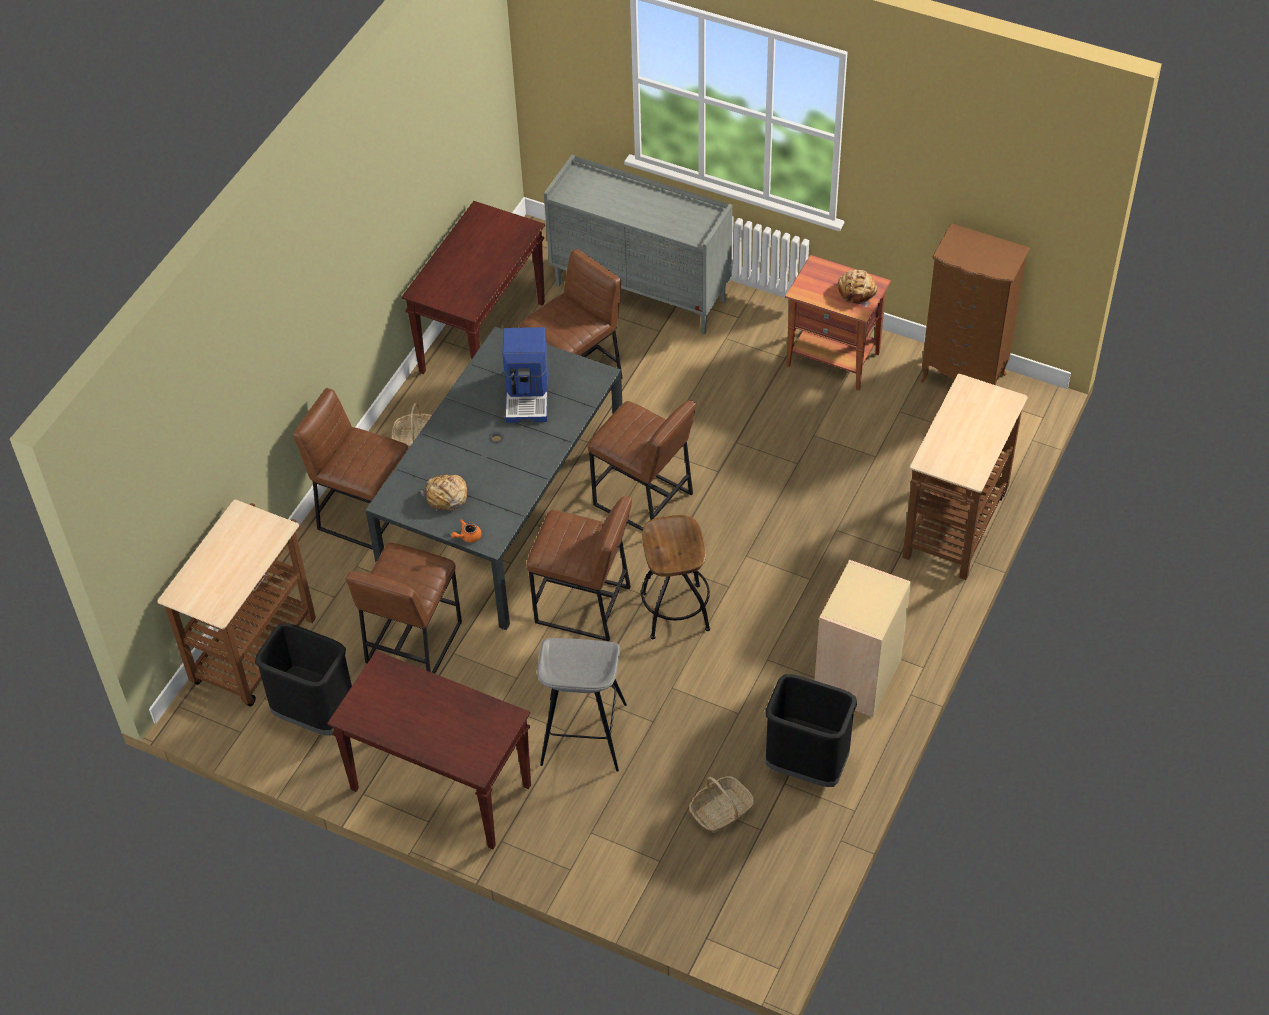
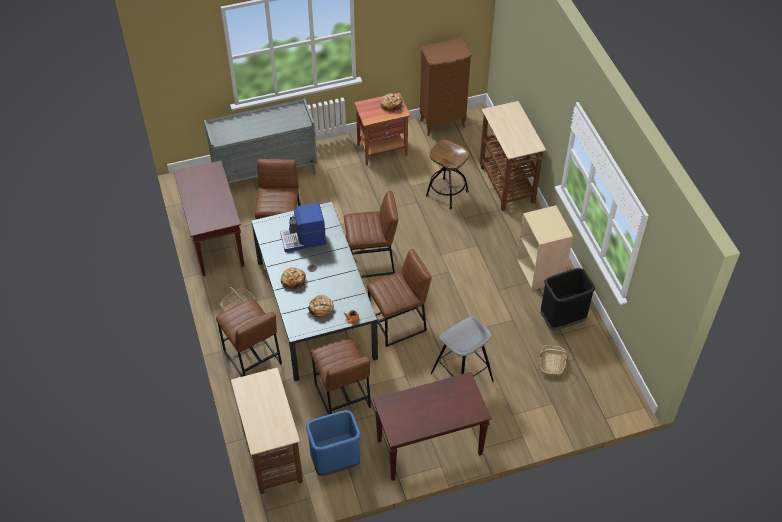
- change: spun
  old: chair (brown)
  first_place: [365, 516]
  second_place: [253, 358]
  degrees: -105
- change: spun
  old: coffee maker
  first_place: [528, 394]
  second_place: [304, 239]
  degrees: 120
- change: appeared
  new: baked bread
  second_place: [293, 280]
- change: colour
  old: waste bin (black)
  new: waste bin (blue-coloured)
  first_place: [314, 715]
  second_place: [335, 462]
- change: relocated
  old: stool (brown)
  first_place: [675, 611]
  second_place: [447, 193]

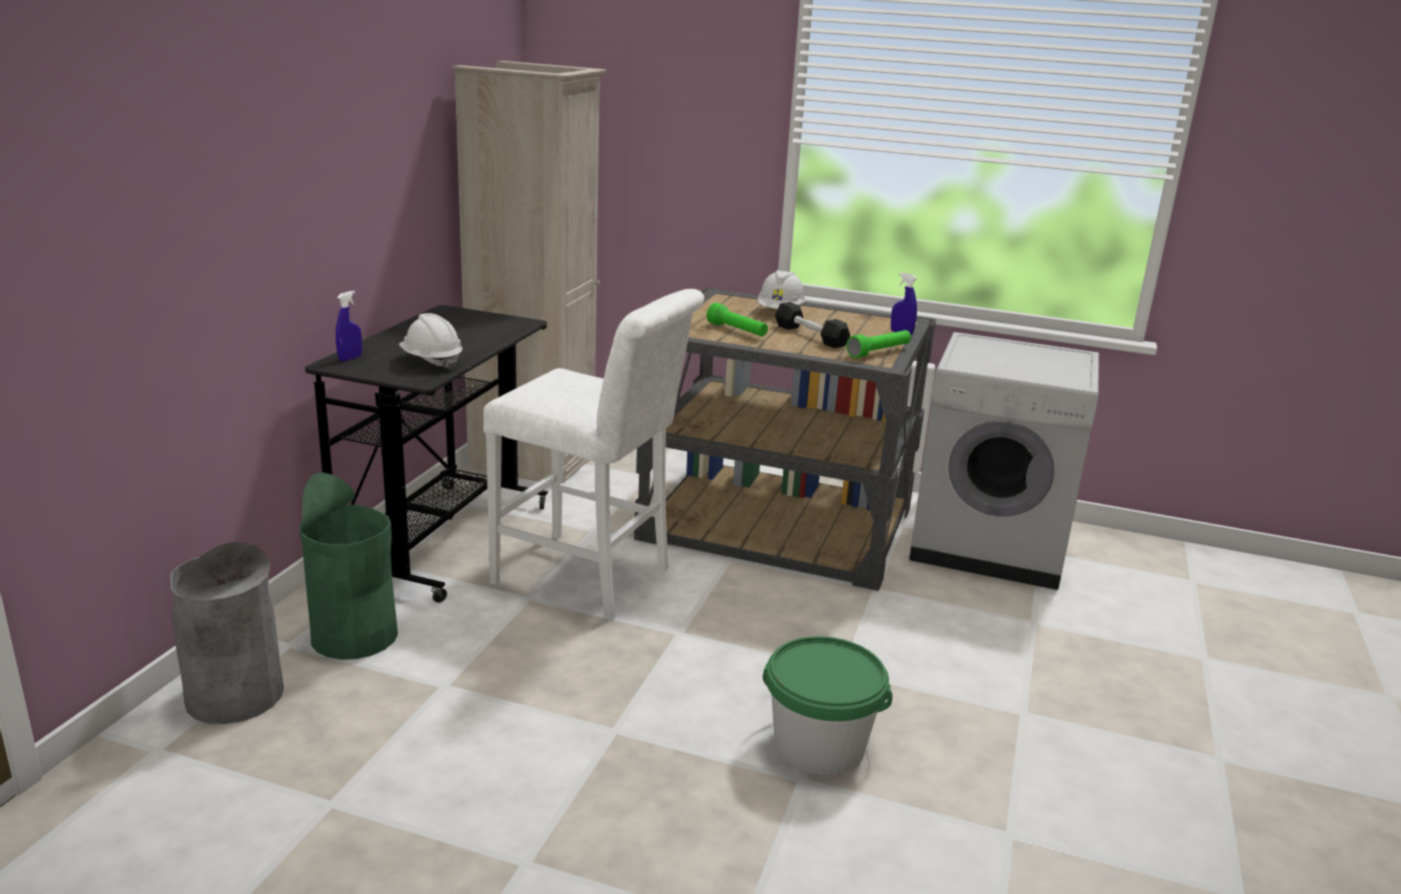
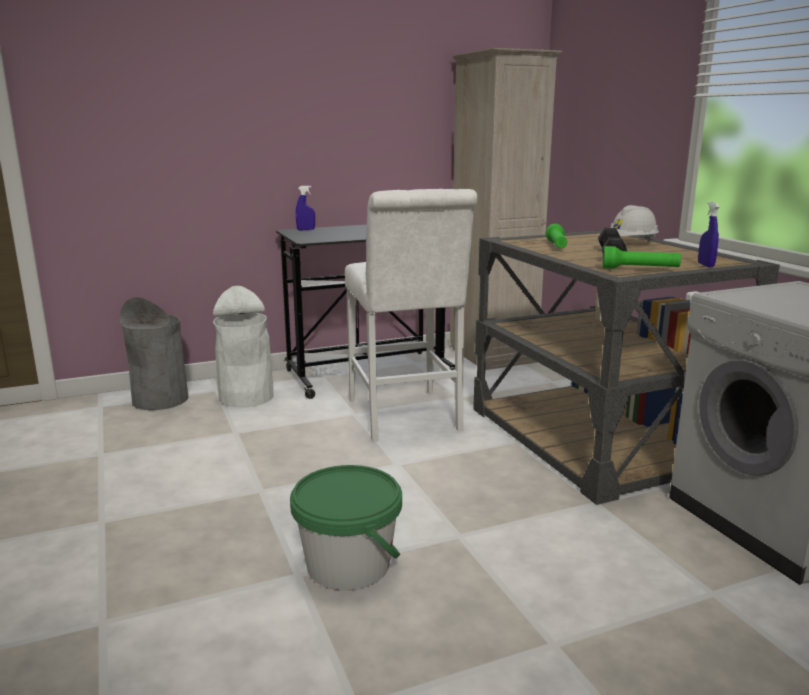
- change: colour
  old: waste bin (greenish)
  new: waste bin (white-coloured)
  first_place: [354, 636]
  second_place: [246, 397]
- change: missing
  old: work helmet (white-coloured)
  first_place: [431, 361]

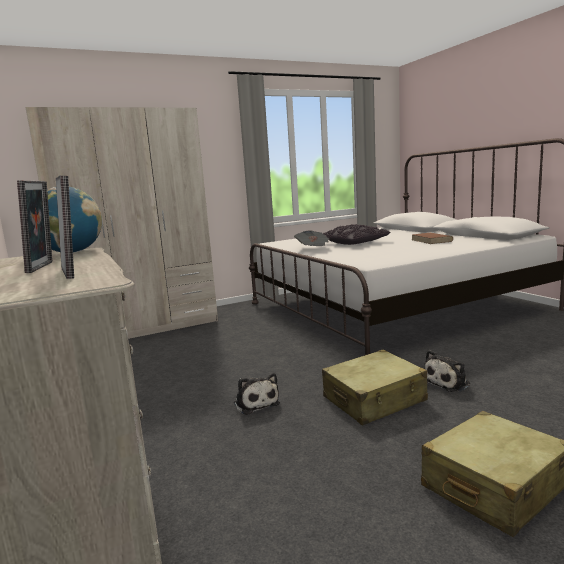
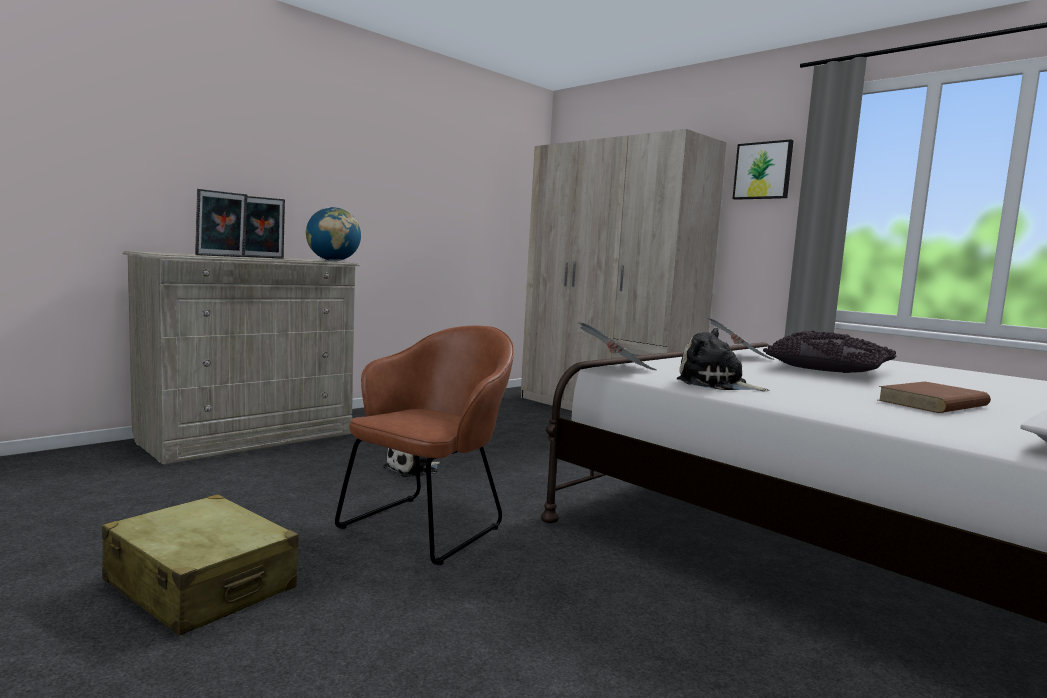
- change: exchanged
  old: piece of luggage (sand-coloured)
  new: lounge chair (brown)
  first_place: [374, 399]
  second_place: [429, 525]
- change: appeared
  new: newspaper
  second_place: [615, 368]
- change: relocated
  old: cuddly toy
  first_place: [448, 382]
  second_place: [716, 384]
- change: appeared
  new: wall art
  second_place: [763, 171]

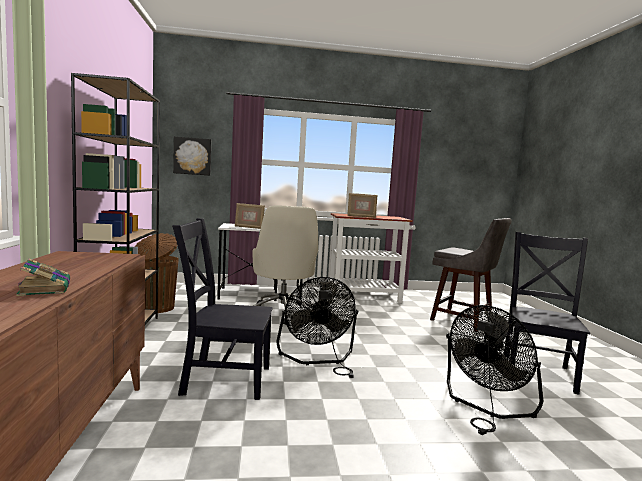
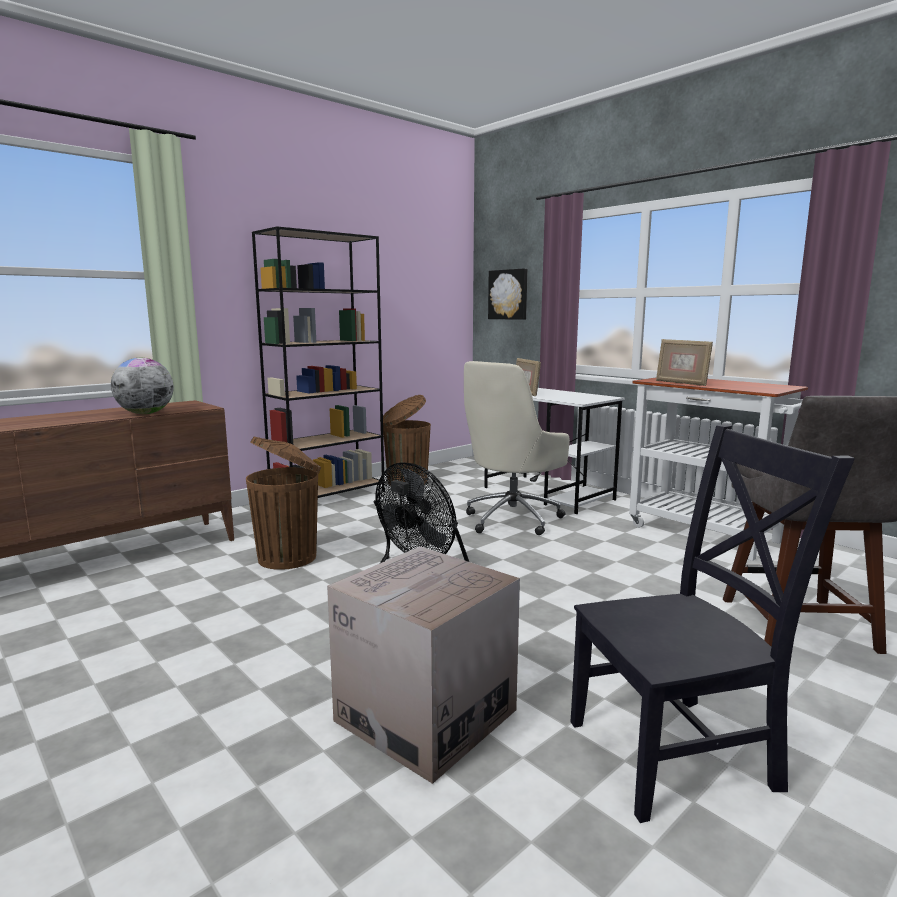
- change: appeared
  new: desk globe
  second_place: [145, 413]
- change: exchanged
  old: chair (black)
  new: waste bin (brown)
  first_place: [222, 379]
  second_place: [289, 557]
- change: exchanged
  old: electric fan (black)
  new: packing box
  first_place: [483, 406]
  second_place: [425, 715]
- change: missing
  old: book
  first_place: [45, 288]

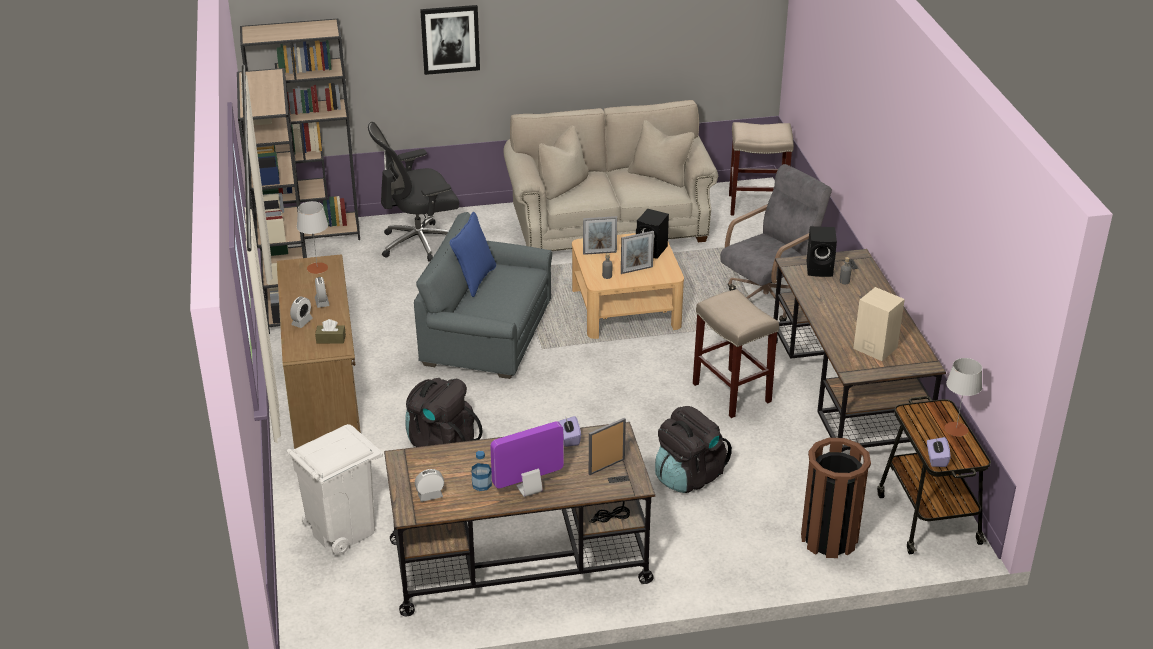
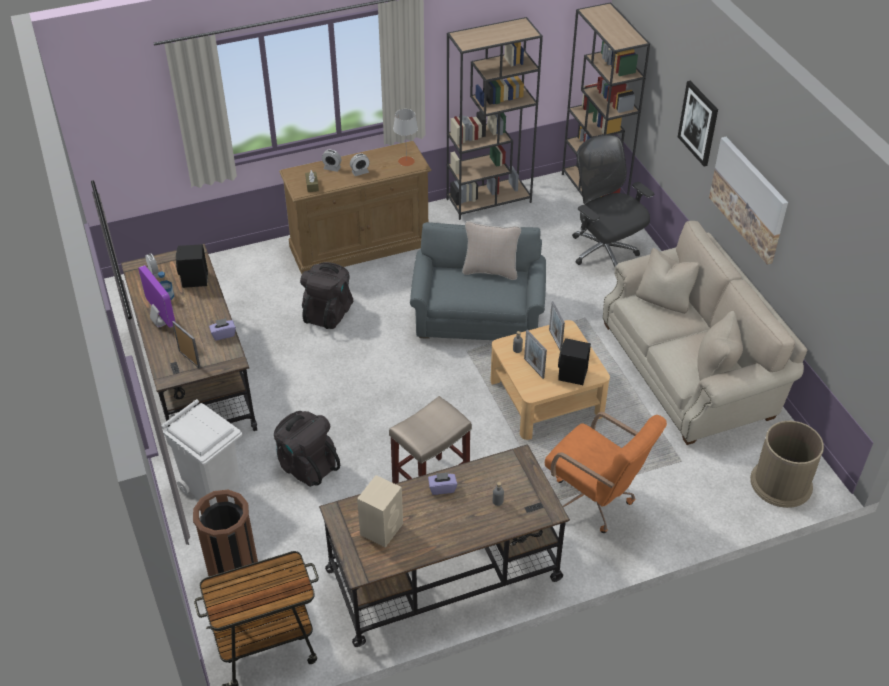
- change: relocated
  old: waste bin (white-coloured)
  first_place: [342, 529]
  second_place: [213, 485]
- change: relocated
  old: audio speaker (black)
  first_place: [820, 269]
  second_place: [194, 280]
- change: relocated
  old: box of tissues (purplish)
  first_place: [936, 459]
  second_place: [442, 488]
- change: colour
  old: pillow (blue-coloured)
  new: pillow (sand-coloured)
  first_place: [474, 280]
  second_place: [490, 271]
- change: colour
  old: office chair (grey)
  new: office chair (orange)
  first_place: [768, 300]
  second_place: [594, 503]
- change: appeared
  new: wall art
  second_place: [749, 199]
- change: exchanged
  old: stool (sand-coloured)
  new: waste bin (brown)
  first_place: [758, 205]
  second_place: [781, 483]
- change: missing
  old: lamp for a table (grey)
  first_place: [956, 429]

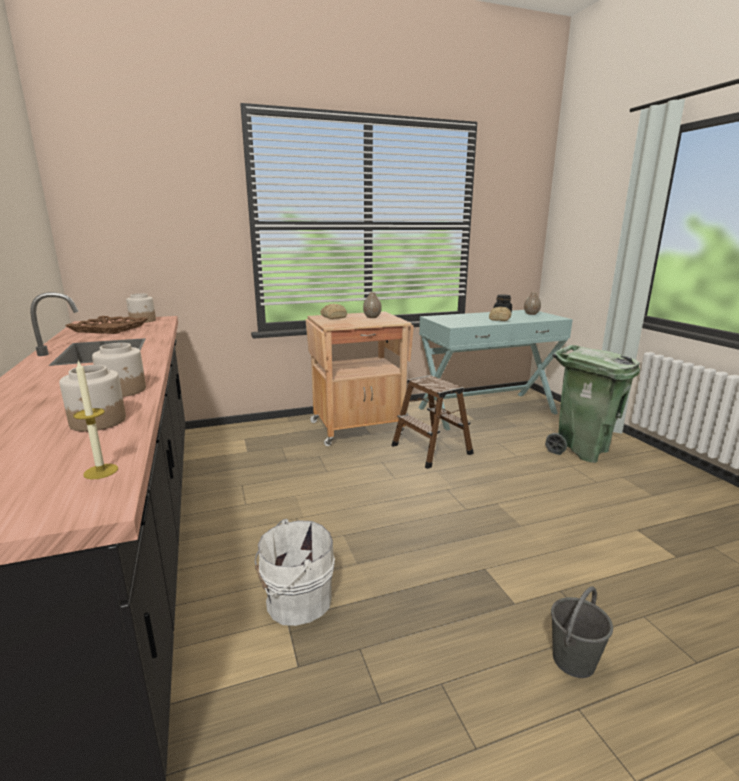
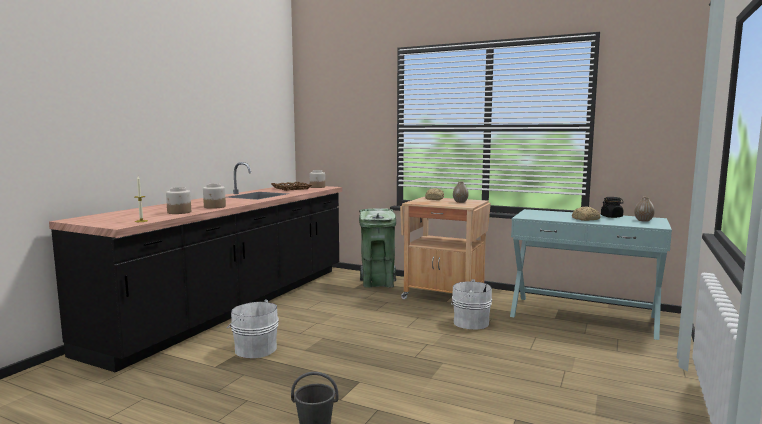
- change: relocated
  old: waste bin (greenish)
  first_place: [581, 450]
  second_place: [378, 283]
- change: exchanged
  old: stepladder (brown)
  new: bucket (white-coloured)
  first_place: [431, 449]
  second_place: [469, 322]

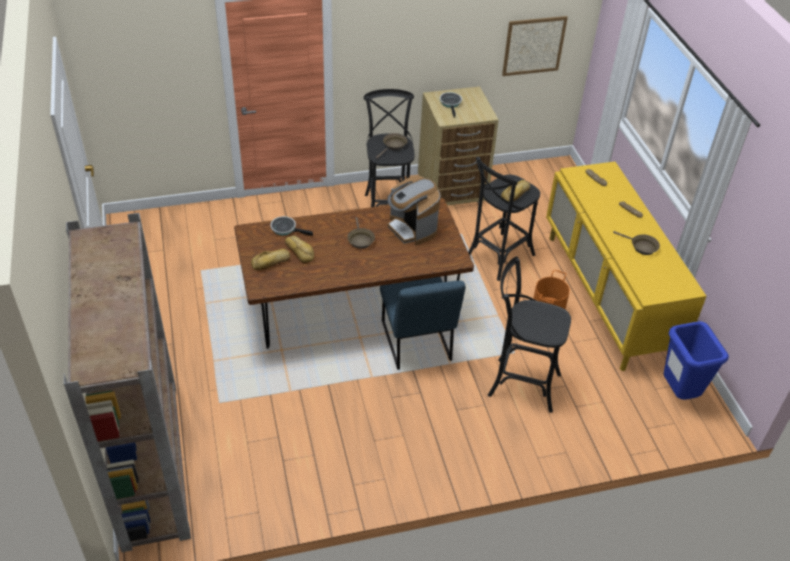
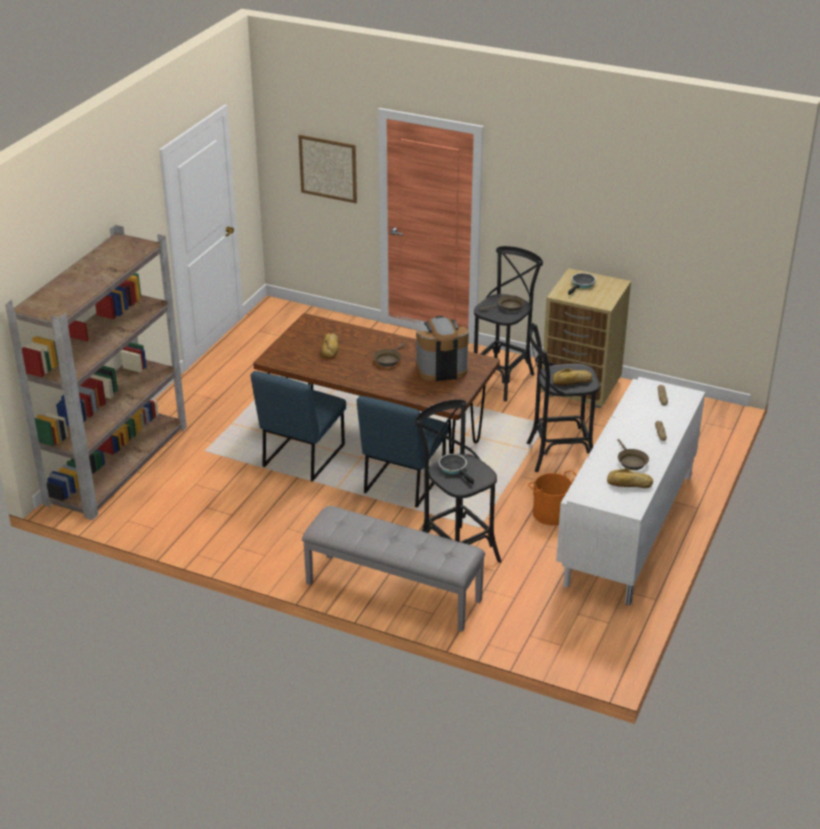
- change: appeared
  new: chair (blue-coloured)
  second_place: [302, 457]
- change: relocated
  old: wall art
  first_place: [534, 45]
  second_place: [328, 167]
- change: appeared
  new: long seat (grey)
  second_place: [392, 592]
- change: spun
  old: coffee maker
  first_place: [411, 228]
  second_place: [441, 369]
  degrees: 75
- change: relocated
  old: skillet
  first_place: [286, 229]
  second_place: [454, 468]
- change: colour
  old: cupboard (yellow-coloured)
  new: cupboard (white-coloured)
  first_place: [606, 296]
  second_place: [626, 528]
- change: relocated
  old: baked bread
  first_place: [271, 262]
  second_place: [629, 484]
- change: missing
  old: waste bin (blue-coloured)
  first_place: [678, 393]

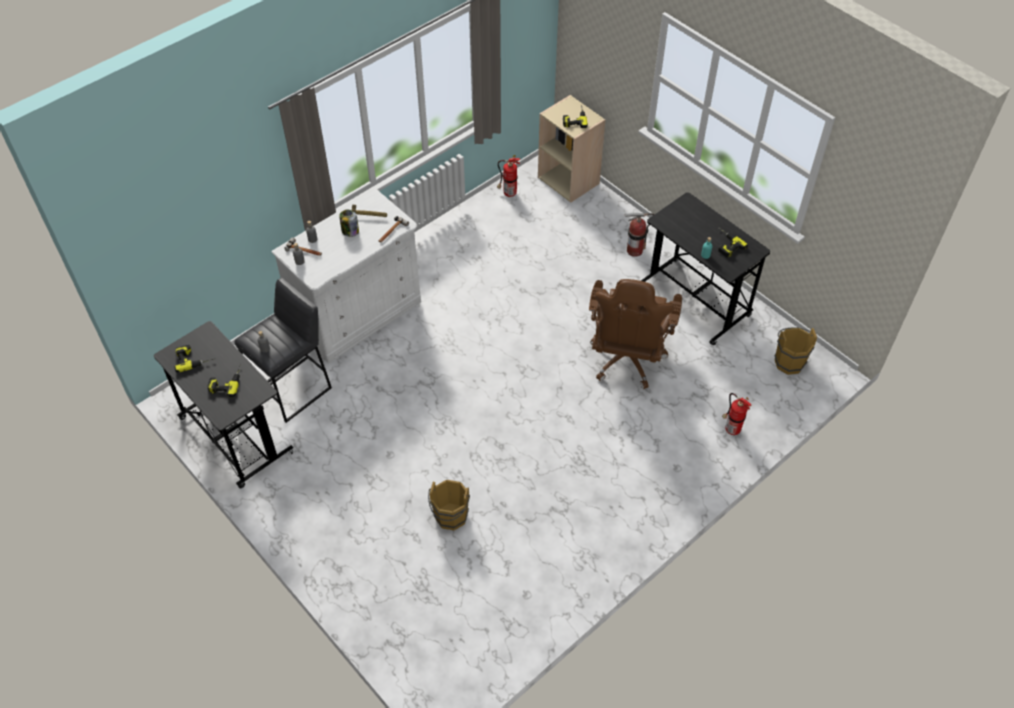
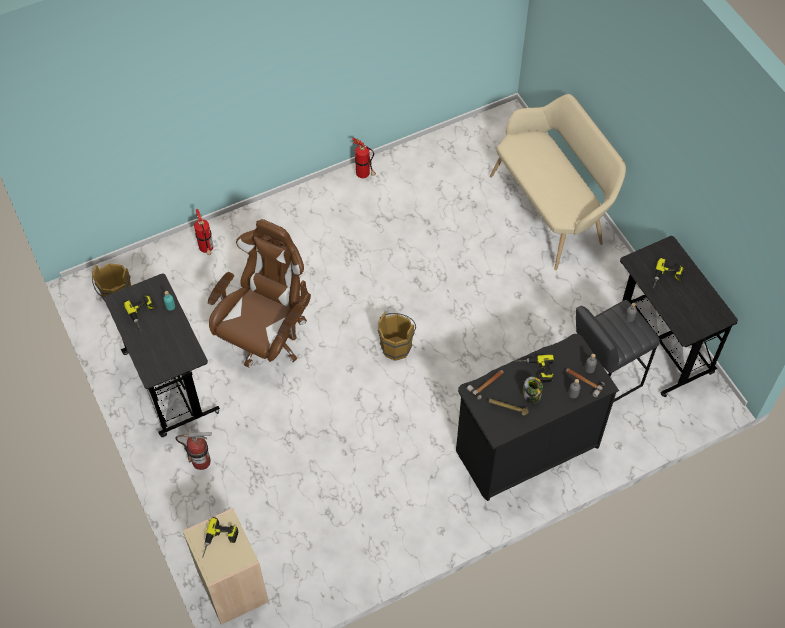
- change: relocated
  old: fire-fighting cylinder
  first_place: [508, 193]
  second_place: [364, 175]
- change: relocated
  old: bucket (brown)
  first_place: [450, 518]
  second_place: [397, 346]
- change: colour
  old: drawer chest (white-coloured)
  new: drawer chest (black)
  first_place: [359, 316]
  second_place: [525, 449]
- change: appeared
  new: long seat (sand-coloured)
  second_place: [551, 209]
- change: relocated
  old: drill
  first_place: [194, 358]
  second_place: [535, 370]

